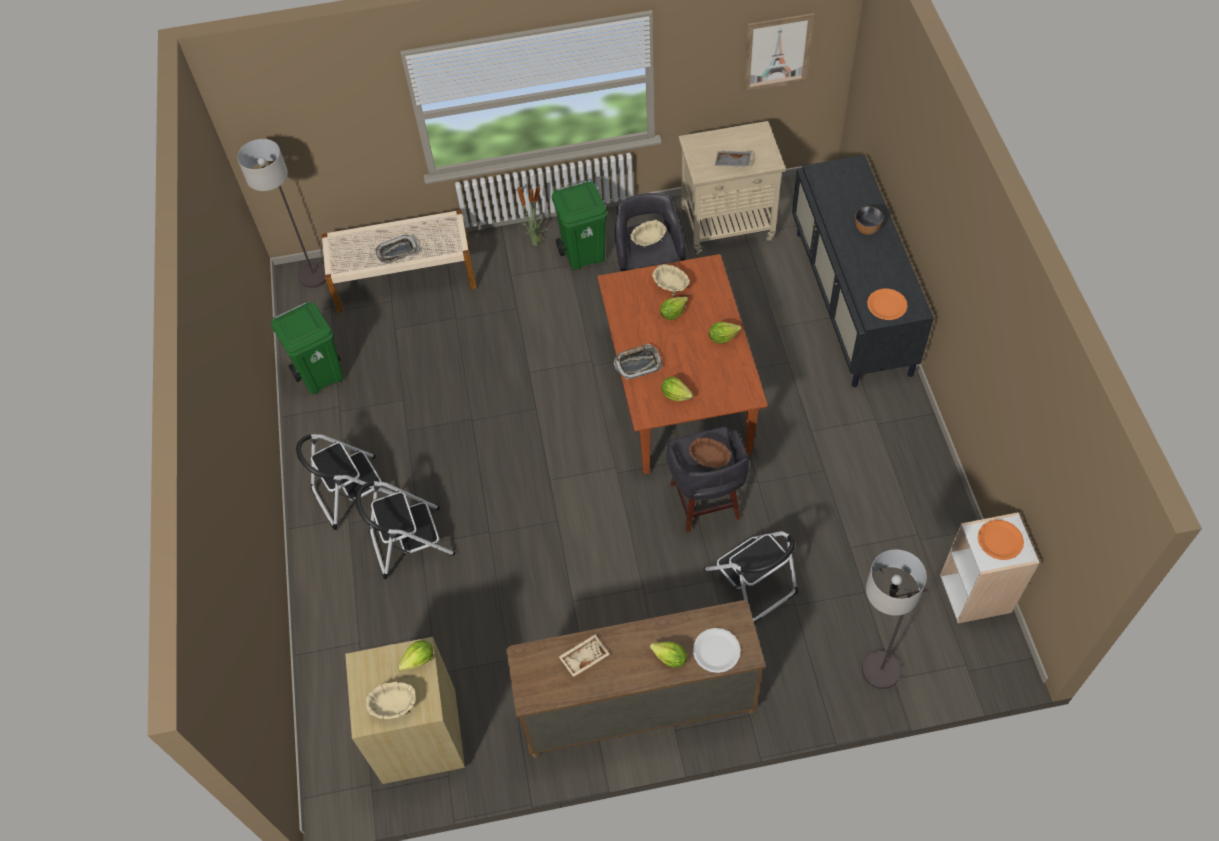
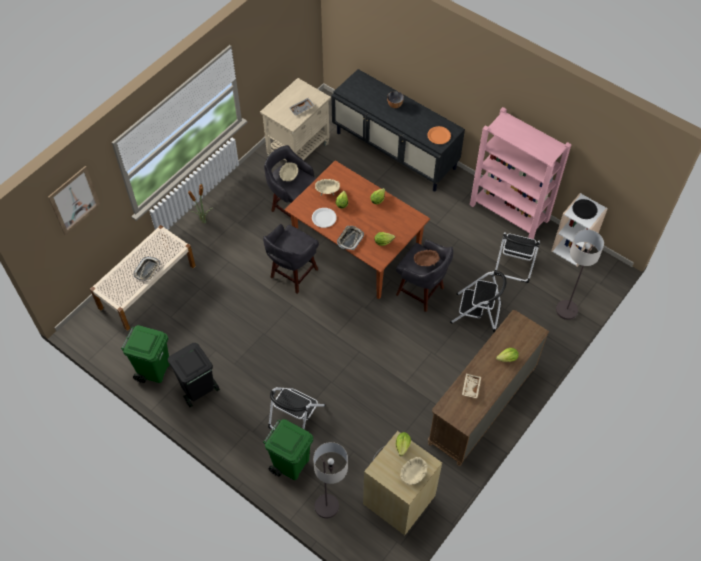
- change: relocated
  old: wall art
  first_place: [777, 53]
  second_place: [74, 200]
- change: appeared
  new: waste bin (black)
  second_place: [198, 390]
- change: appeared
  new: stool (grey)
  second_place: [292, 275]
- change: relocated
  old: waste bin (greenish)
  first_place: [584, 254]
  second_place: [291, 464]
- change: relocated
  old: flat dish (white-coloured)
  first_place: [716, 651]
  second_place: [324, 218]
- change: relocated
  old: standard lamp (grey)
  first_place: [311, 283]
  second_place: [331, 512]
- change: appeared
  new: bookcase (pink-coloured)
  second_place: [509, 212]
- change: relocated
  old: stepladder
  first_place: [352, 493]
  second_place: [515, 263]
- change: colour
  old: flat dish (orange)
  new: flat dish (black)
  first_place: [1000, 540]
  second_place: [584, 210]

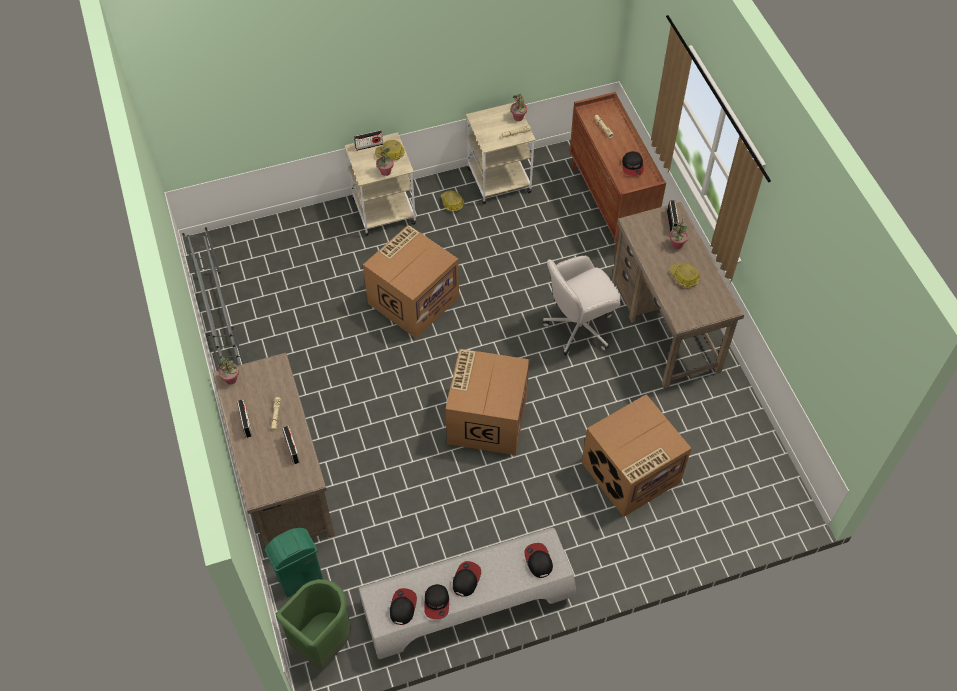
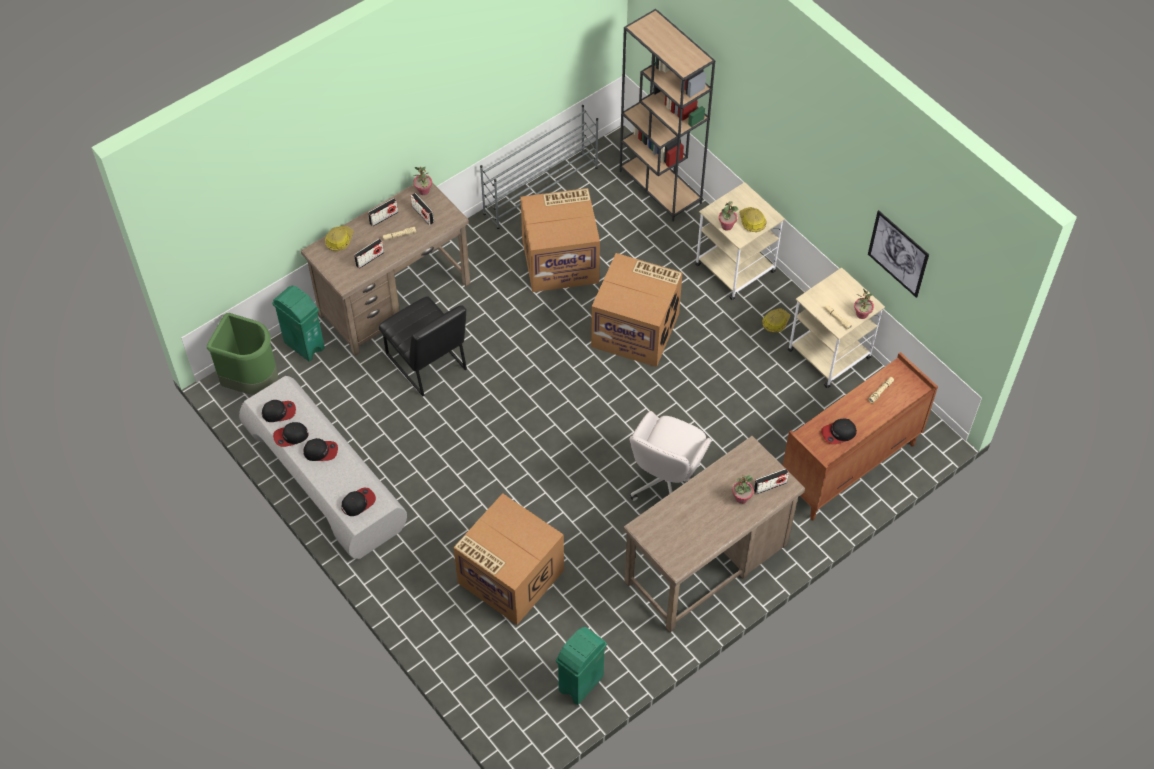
- change: relocated
  old: work helmet
  first_place: [684, 277]
  second_place: [339, 240]
- change: appeared
  new: chair (black)
  second_place: [427, 363]
- change: relocated
  old: radio set
  first_place: [369, 145]
  second_place: [423, 214]
- change: relocated
  old: packing box
  first_place: [486, 418]
  second_place: [561, 260]
- change: appeared
  new: waste bin (greenish)
  second_place: [580, 684]
- change: appeared
  new: bookcase
  second_place: [661, 187]
- change: spun
  old: office chair (white-coloured)
  first_place: [579, 328]
  second_place: [666, 483]
  degrees: -105
- change: appeared
  new: wall art
  second_place: [898, 254]

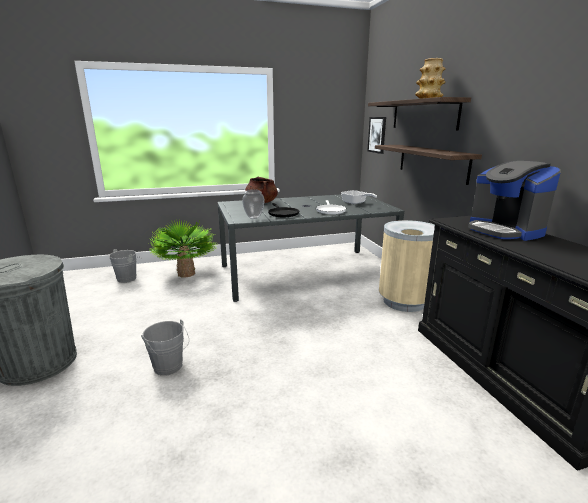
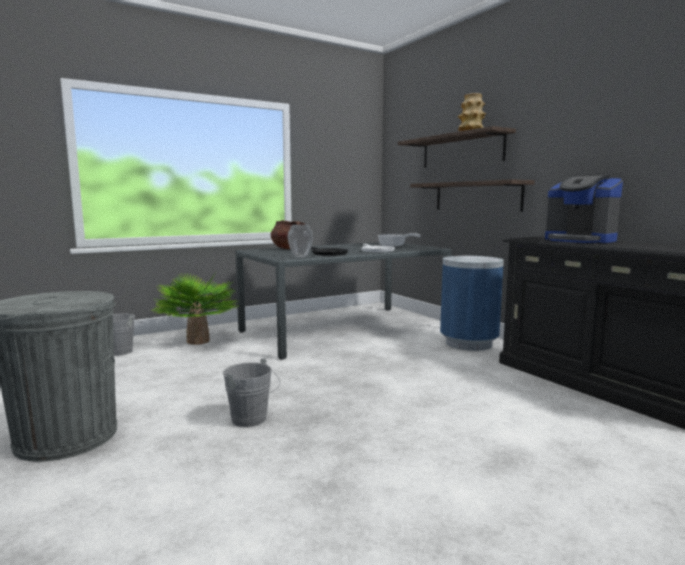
- change: colour
  old: waste bin (sand-coloured)
  new: waste bin (blue-coloured)
  first_place: [404, 302]
  second_place: [469, 343]
- change: missing
  old: wall art
  first_place: [377, 135]

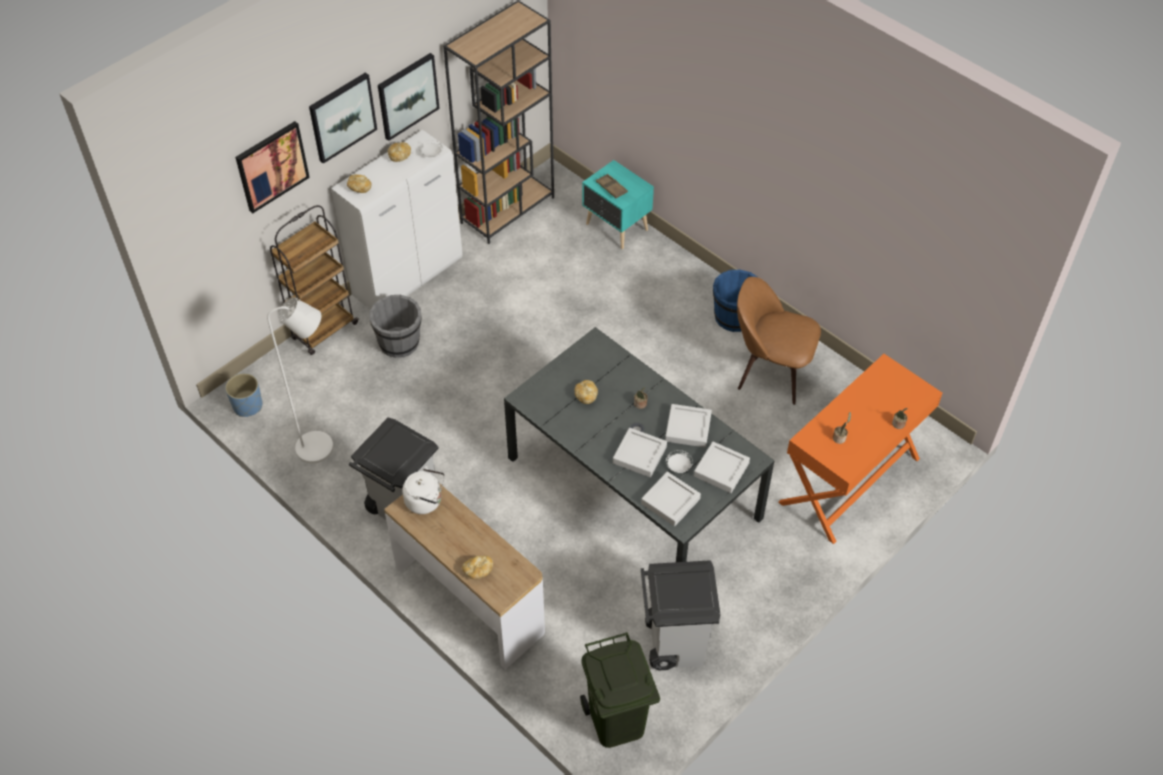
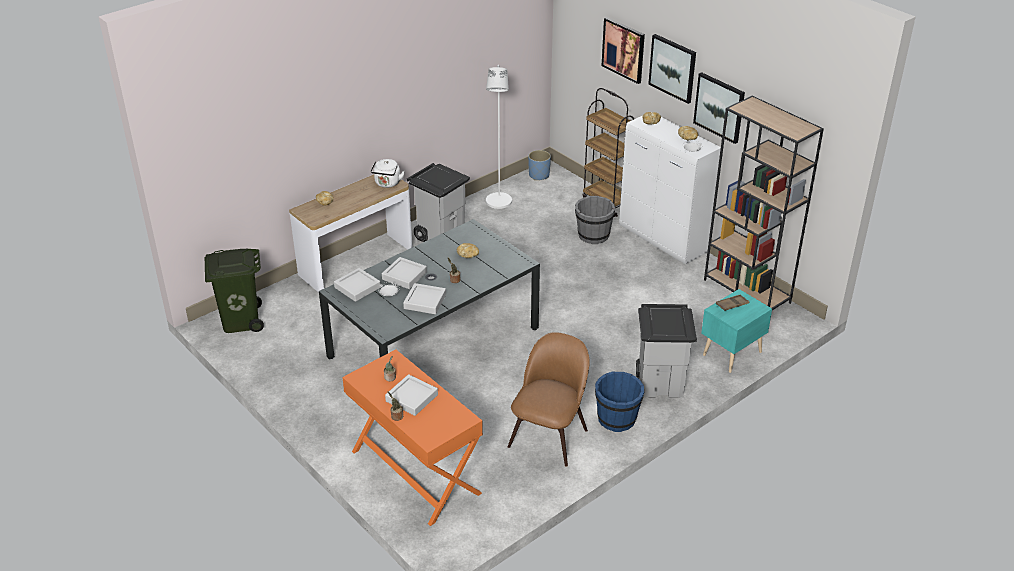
- change: relocated
  old: serving tray (grey)
  first_place: [721, 470]
  second_place: [411, 398]
- change: relocated
  old: waste bin (grey)
  first_place: [674, 642]
  second_place: [661, 383]

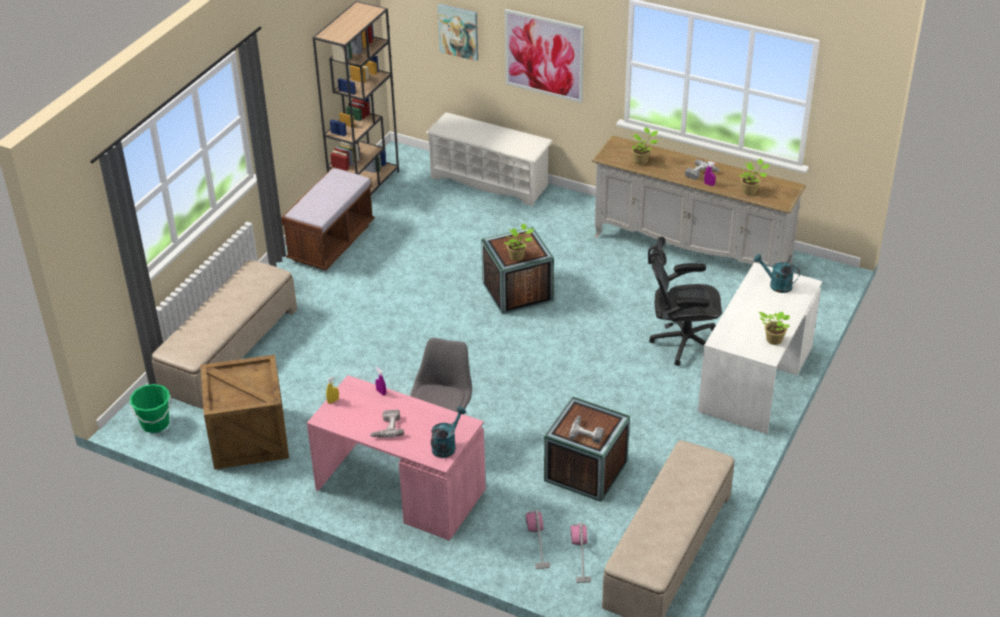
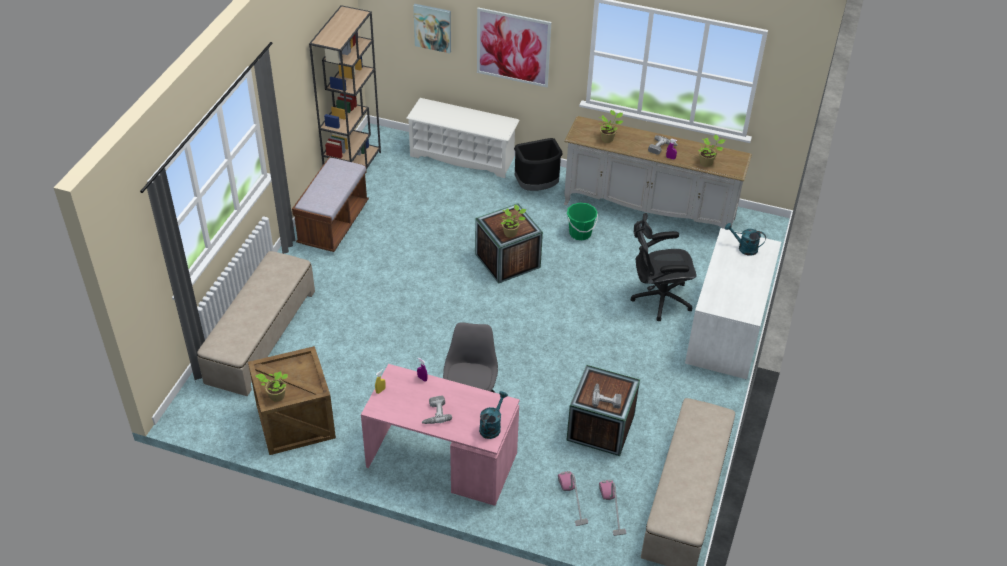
- change: relocated
  old: houseplant
  first_place: [772, 340]
  second_place: [276, 396]
- change: appeared
  new: waste bin (black)
  second_place: [537, 187]
- change: relocated
  old: bucket (greenish)
  first_place: [155, 423]
  second_place: [580, 233]

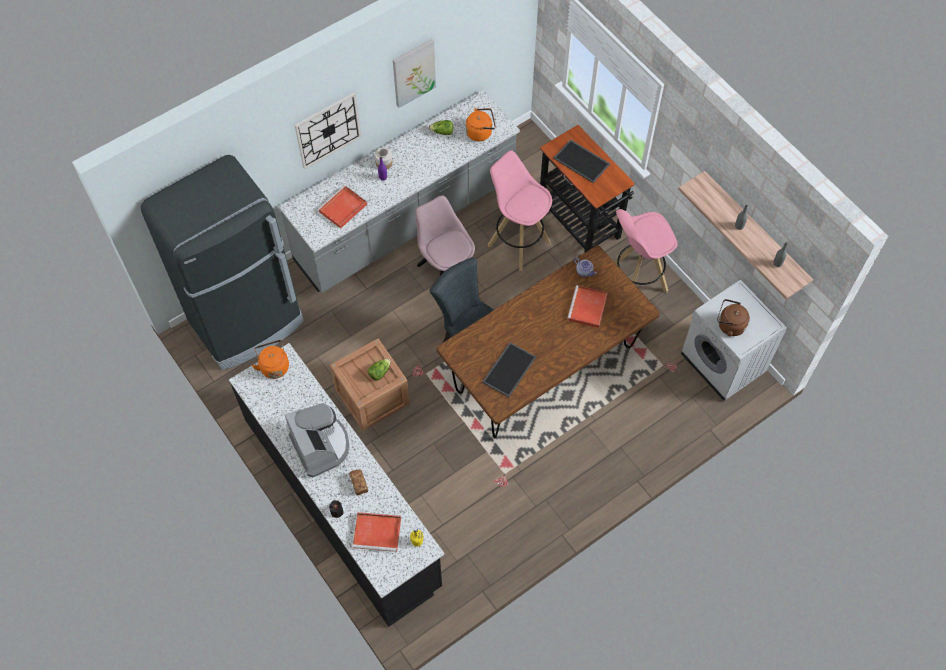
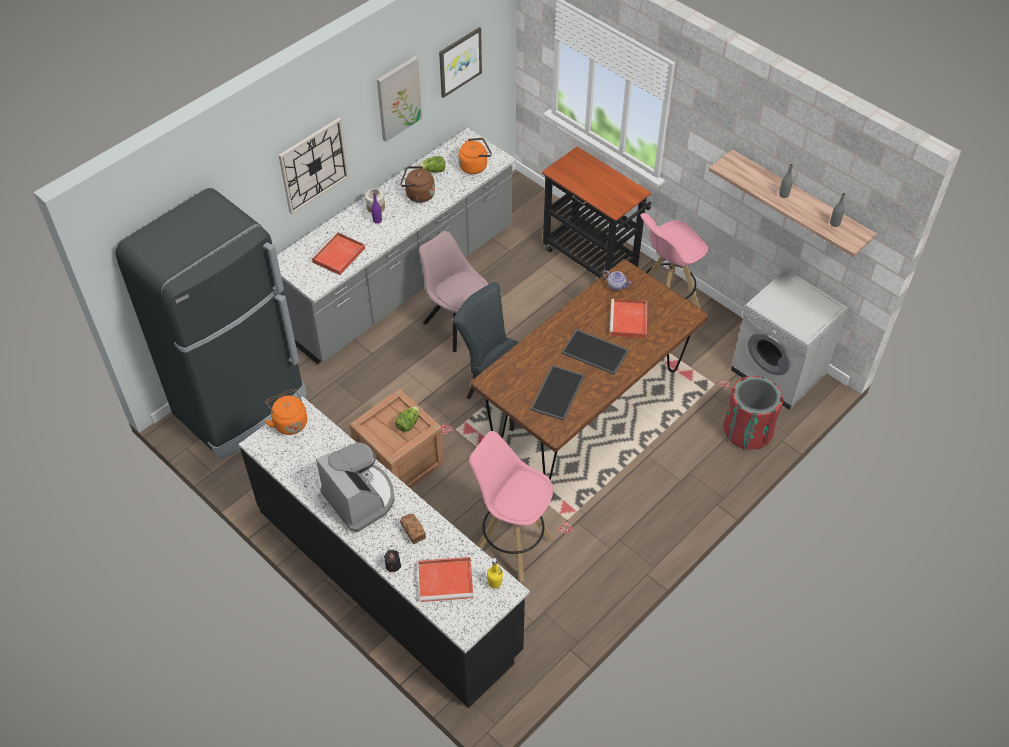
- change: relocated
  old: water kettle (brown)
  first_place: [729, 325]
  second_place: [418, 195]
- change: appeared
  new: wall art
  second_place: [459, 61]
- change: relocated
  old: stool (pink-coloured)
  first_place: [518, 242]
  second_place: [511, 544]
- change: relocated
  old: serving tray
  first_place: [582, 161]
  second_place: [596, 351]
- change: appeared
  new: waste bin (reddish)
  second_place: [747, 431]

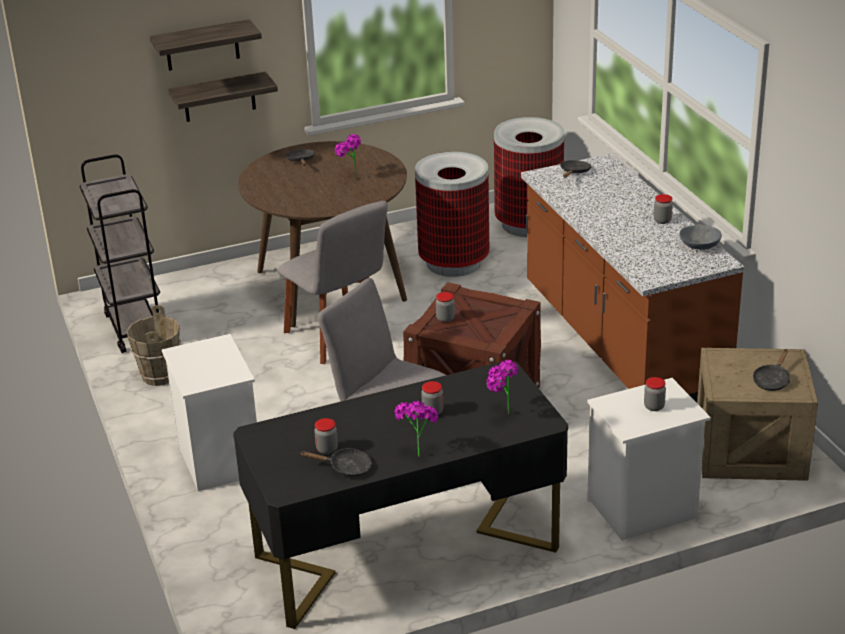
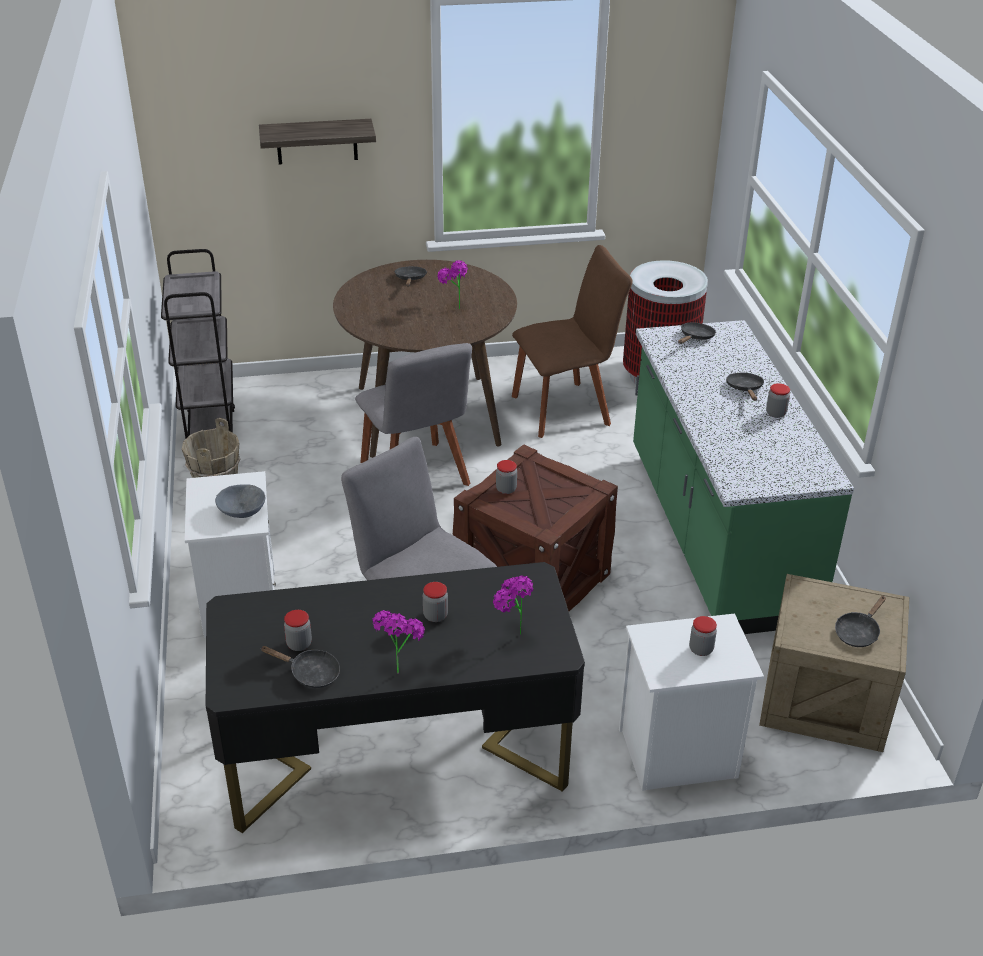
- change: relocated
  old: bowl (grey)
  first_place: [699, 246]
  second_place: [241, 511]
- change: exchanged
  old: waste bin
  new: chair (brown)
  first_place: [454, 262]
  second_place: [565, 409]
- change: colour
  old: kitchen base unit (brown)
  new: kitchen base unit (greenish)
  first_place: [620, 342]
  second_place: [716, 534]
- change: appeared
  new: skillet (black)
  second_place: [745, 389]
- change: missing
  old: shelf
  first_place: [219, 97]

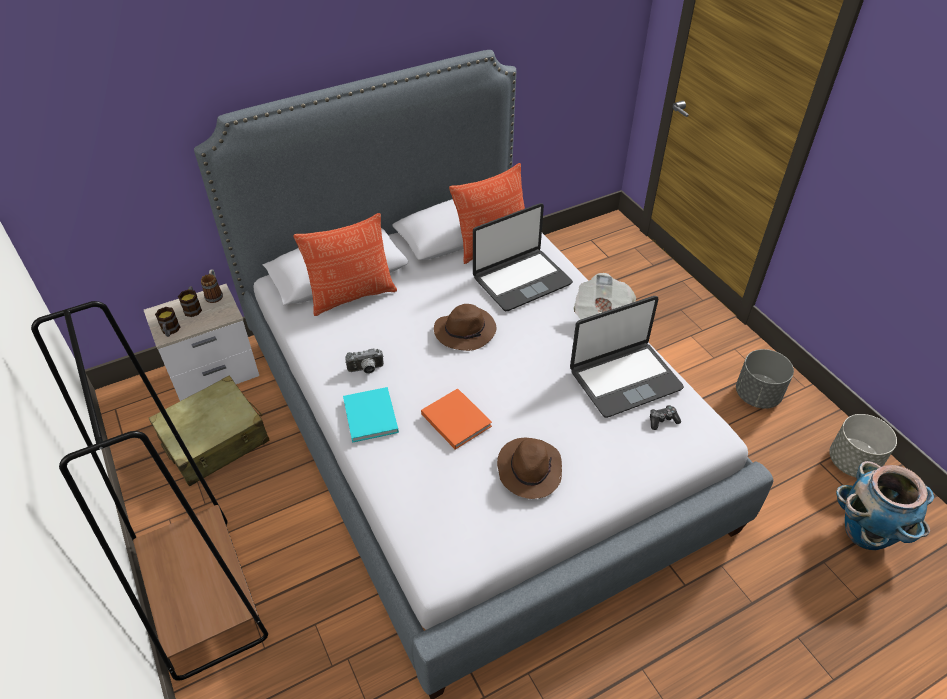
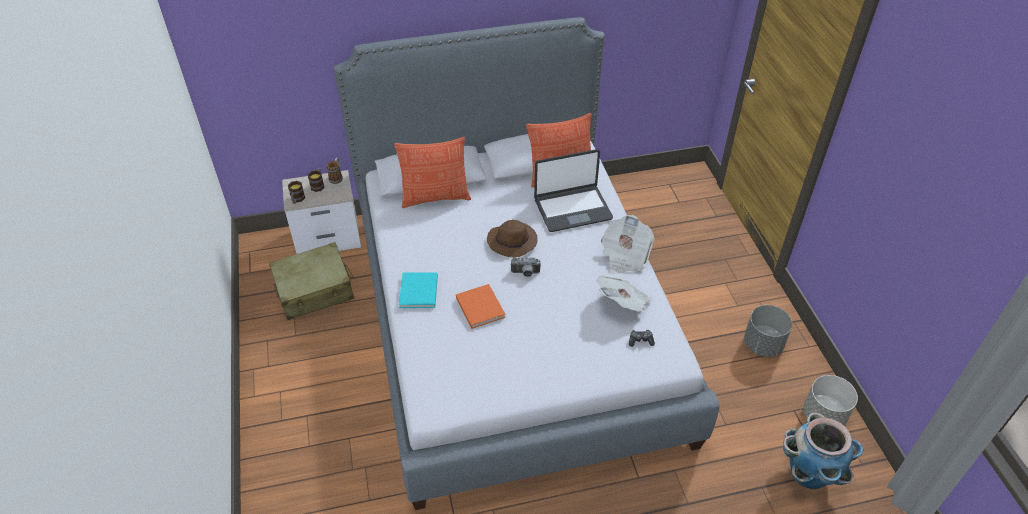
- change: relocated
  old: still camera
  first_place: [366, 370]
  second_place: [525, 273]
- change: exchanged
  old: notebook computer
  new: newspaper
  first_place: [624, 379]
  second_place: [623, 303]
- change: missing
  old: garment rack
  first_place: [204, 597]
- change: missing
  old: wearable hat (brown)
  first_place: [529, 469]

